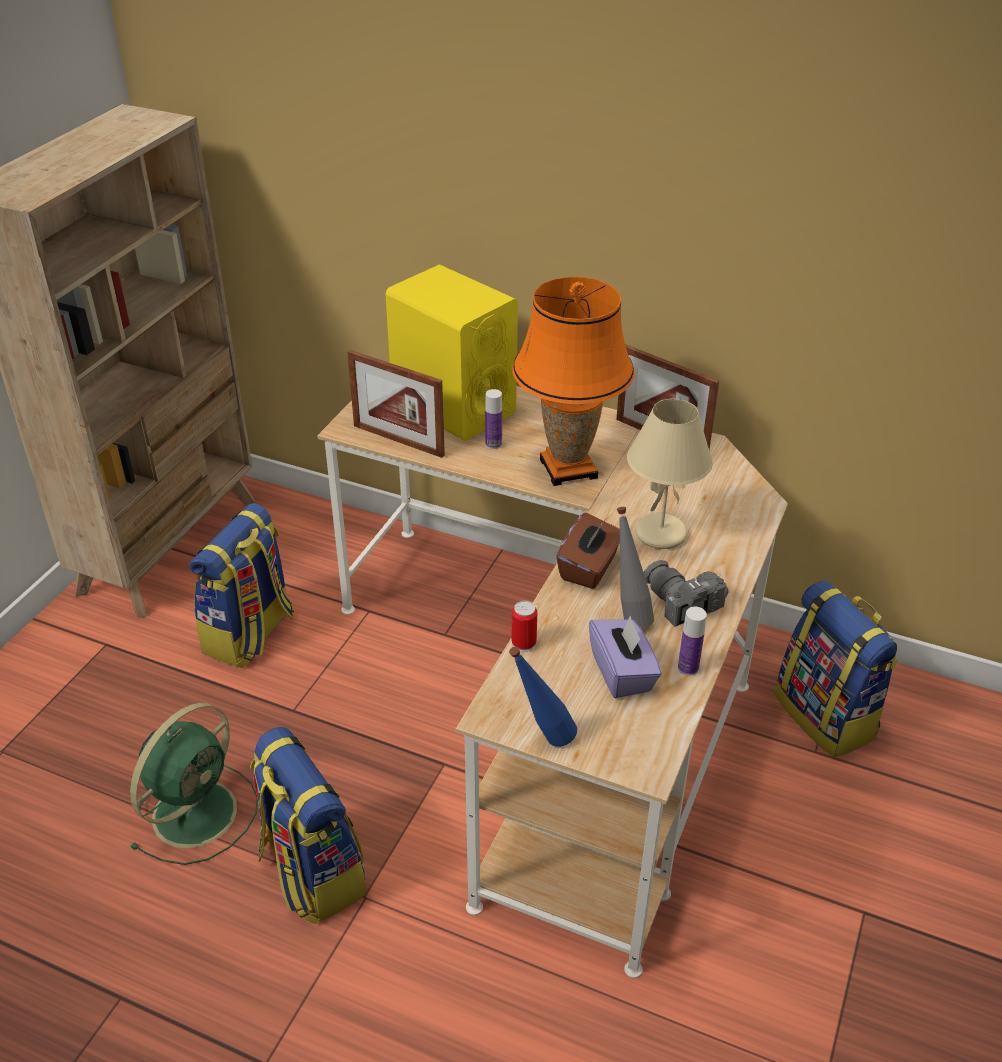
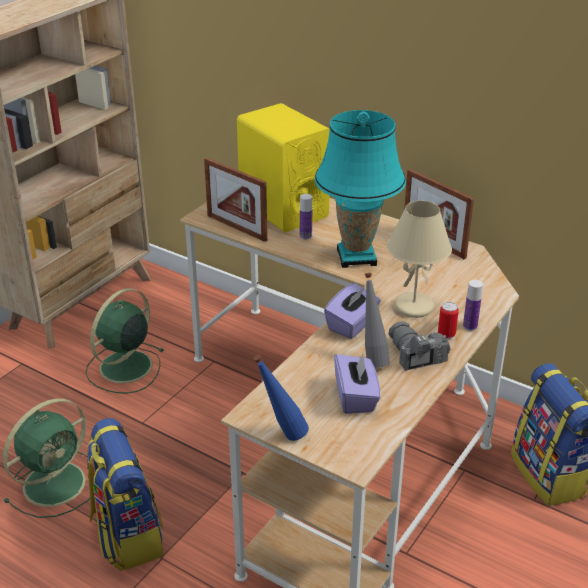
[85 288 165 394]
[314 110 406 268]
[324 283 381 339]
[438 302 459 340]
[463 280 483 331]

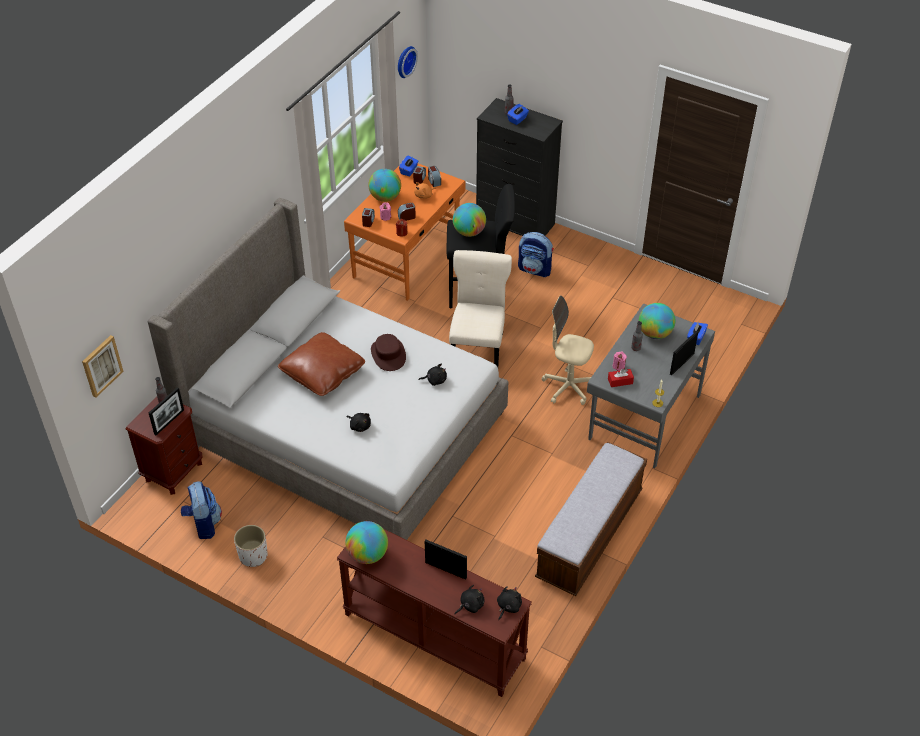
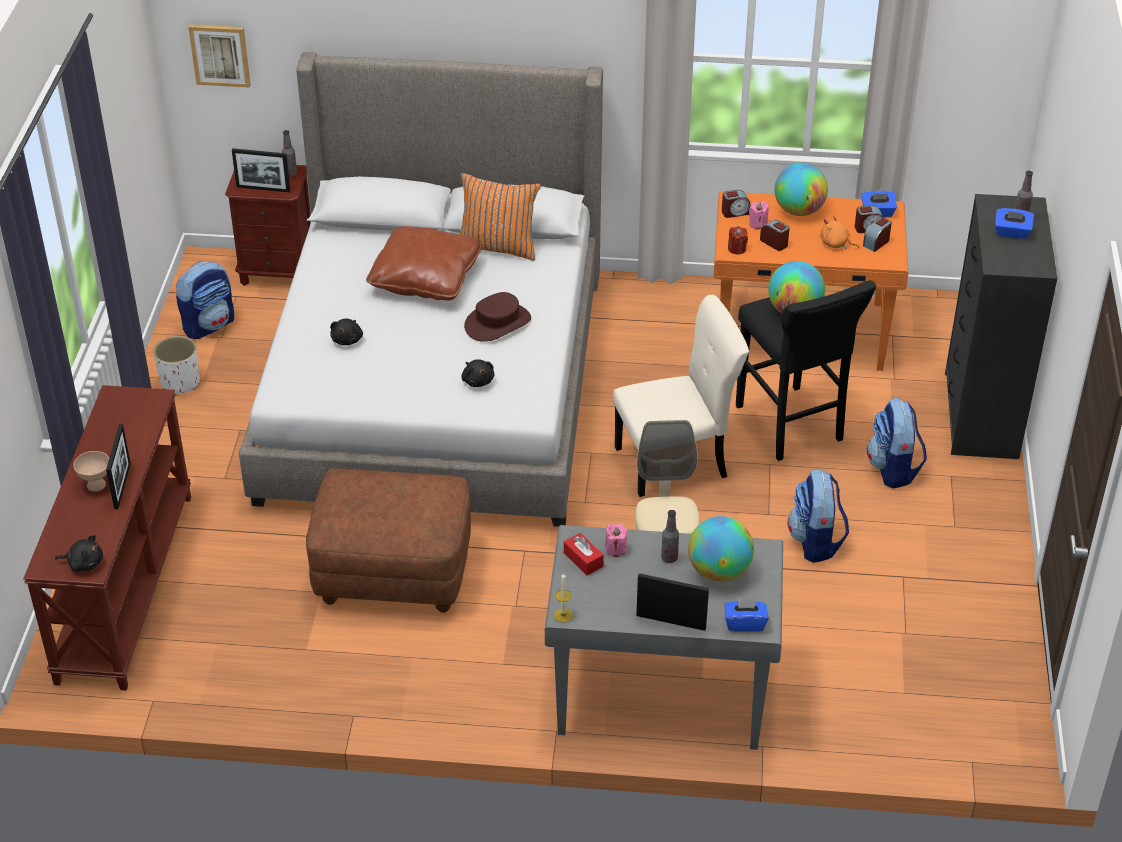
[74 451 109 492]
[306 468 471 613]
[460 173 541 261]
[788 469 849 563]
[345 521 388 564] (first image)
[398 46 418 78] (first image)
[454 585 484 614] (first image)
[535 442 647 596] (first image)

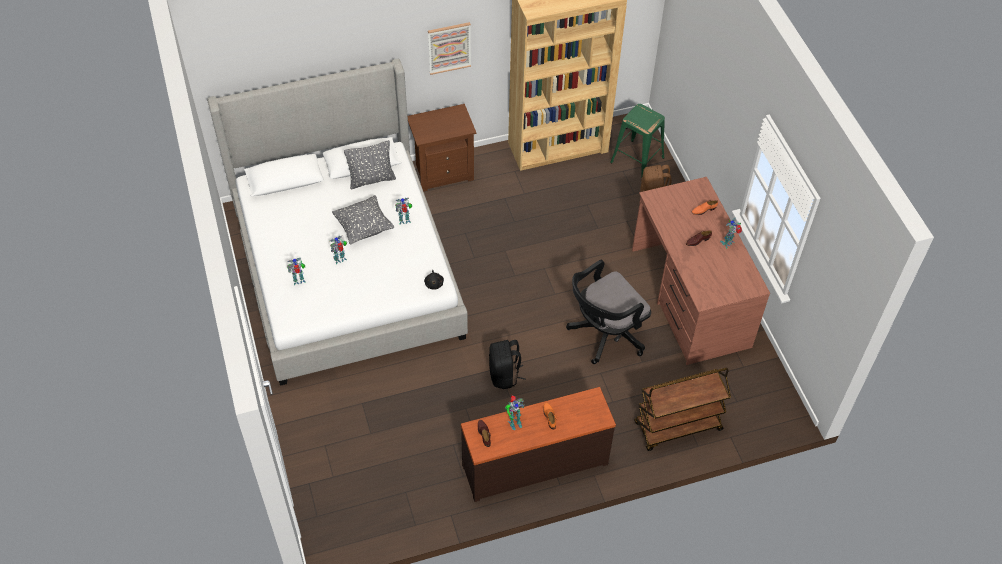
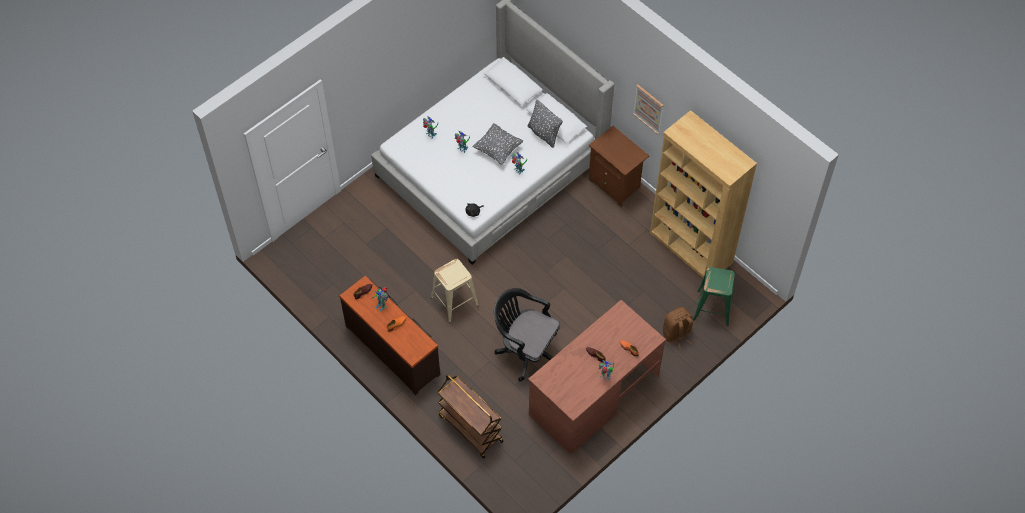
[431 259 479 323]

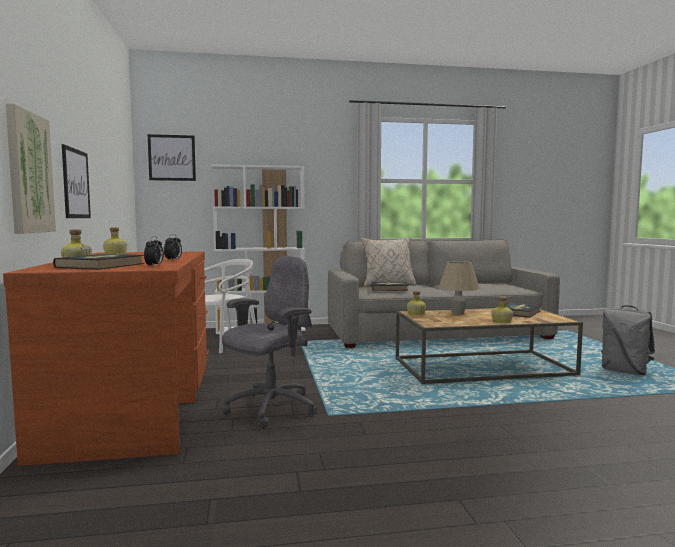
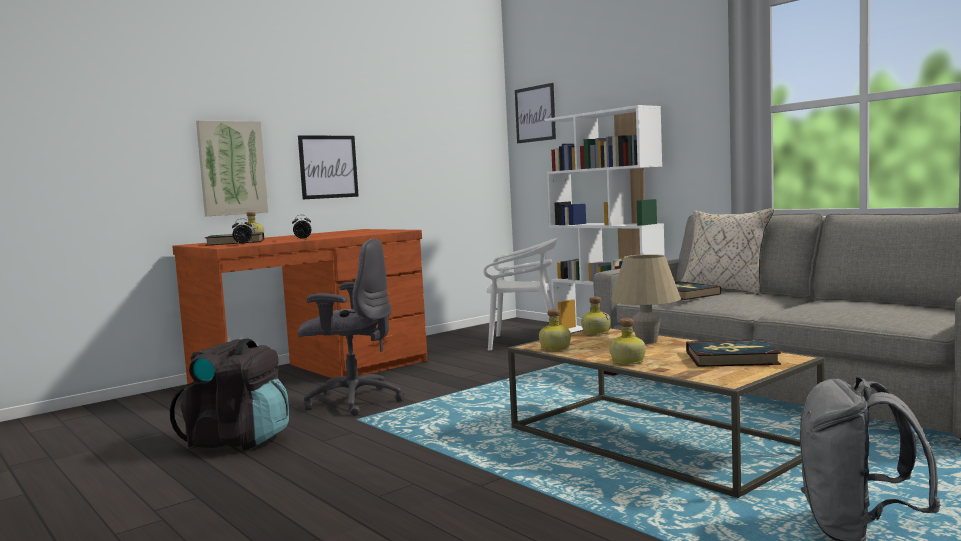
[170 339 289 450]
[539 309 571 350]

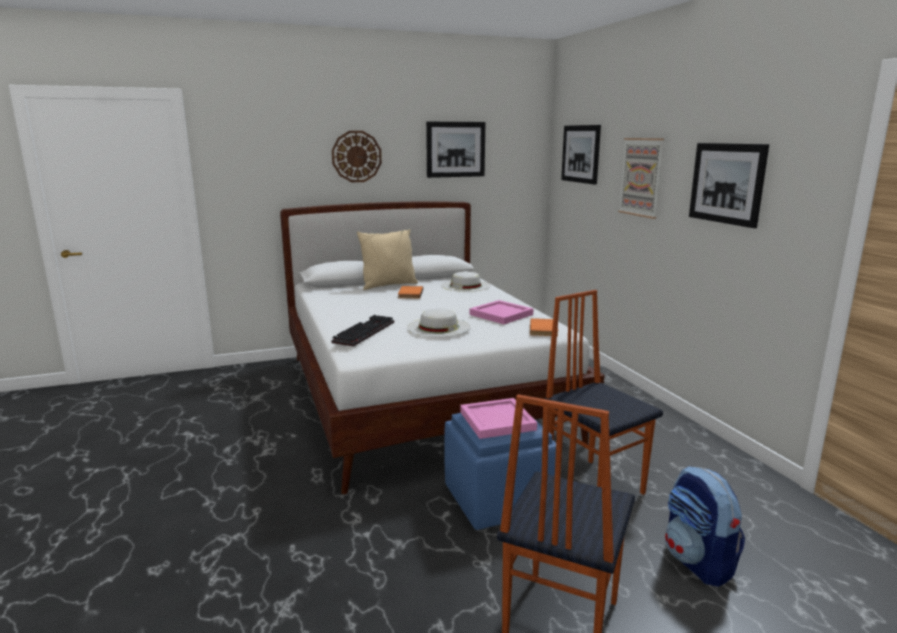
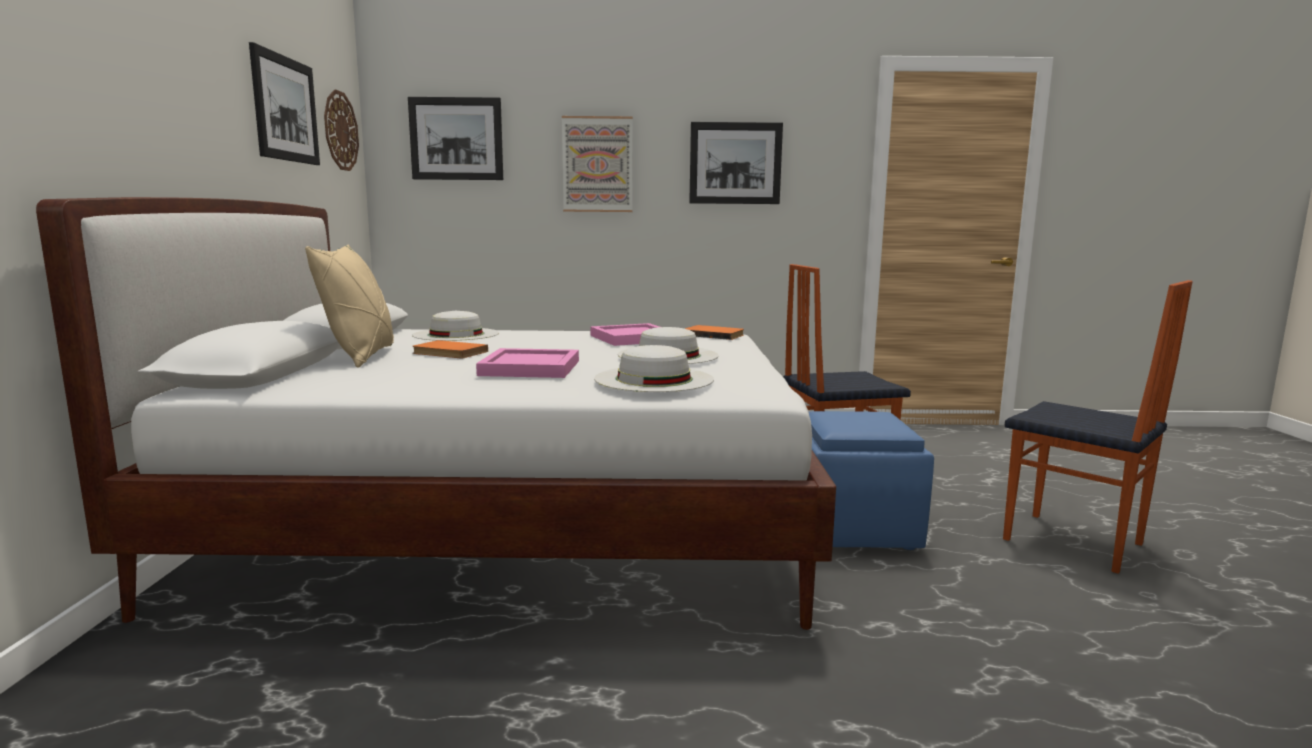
[324 89 359 171]
[476 348 579 378]
[594 345 714 392]
[665 466 745 587] (first image)

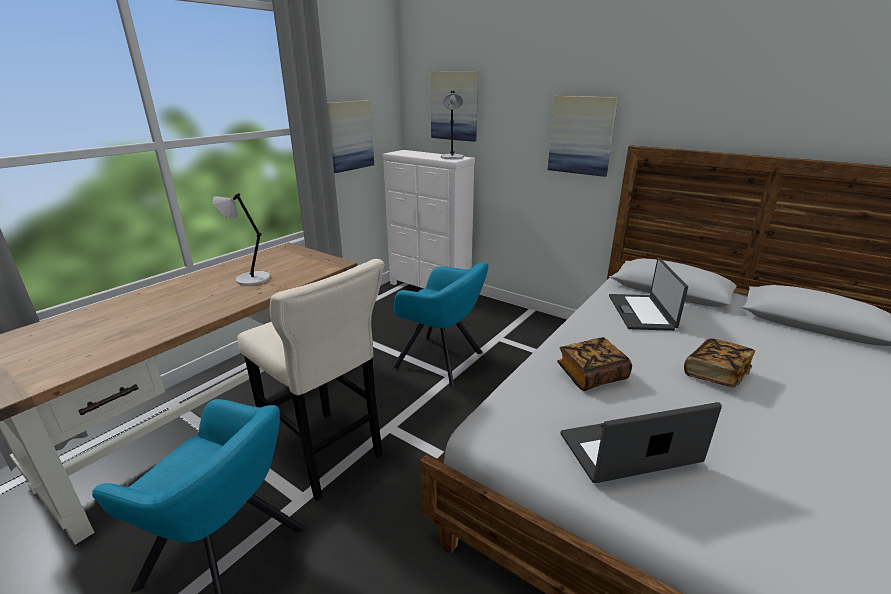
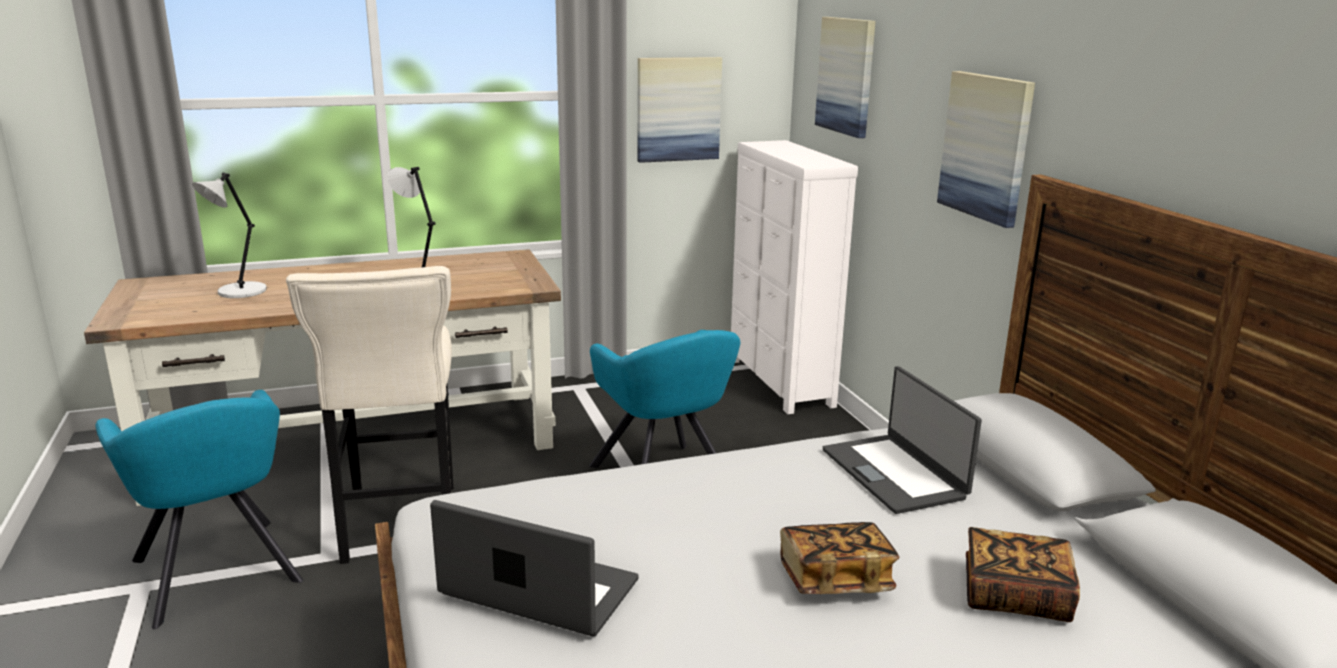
[192 173 267 298]
[823 366 982 514]
[966 527 1080 622]

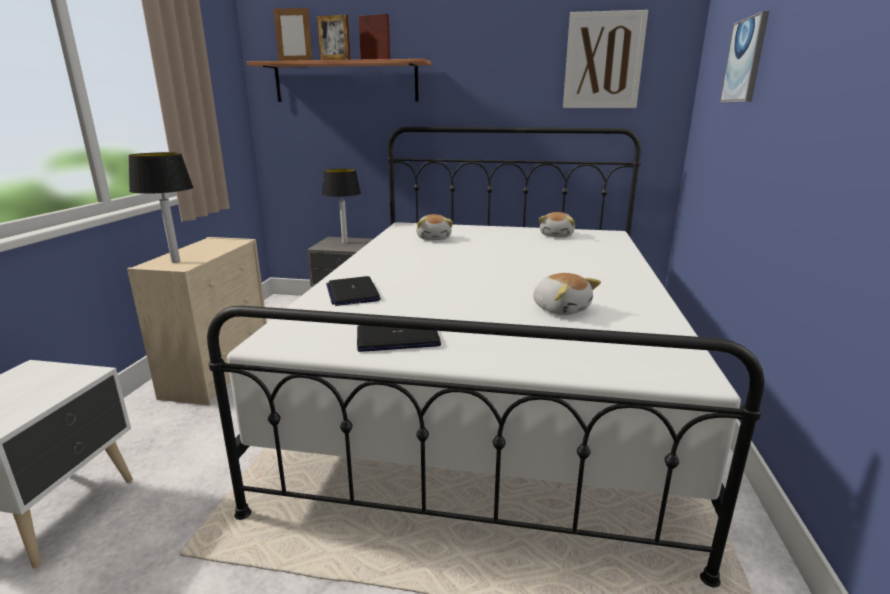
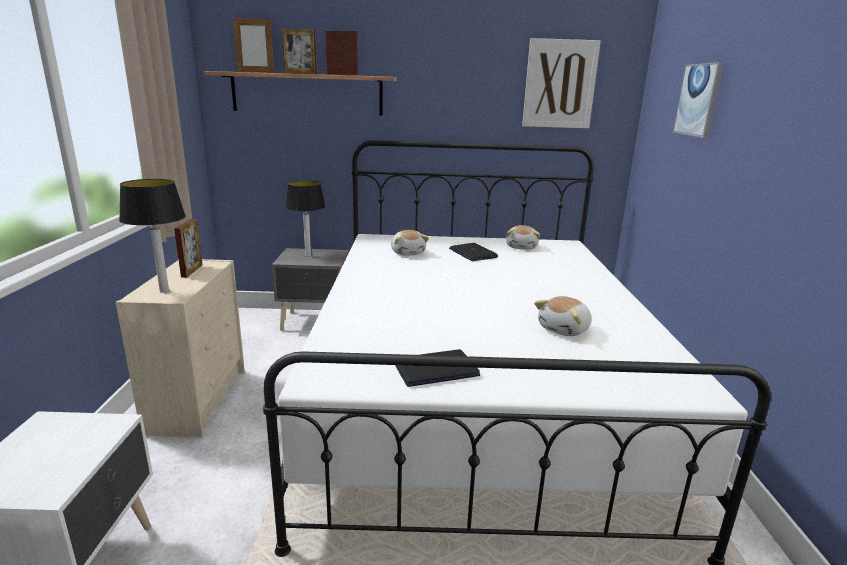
[174 219 203 278]
[449 243 498 261]
[534 296 591 336]

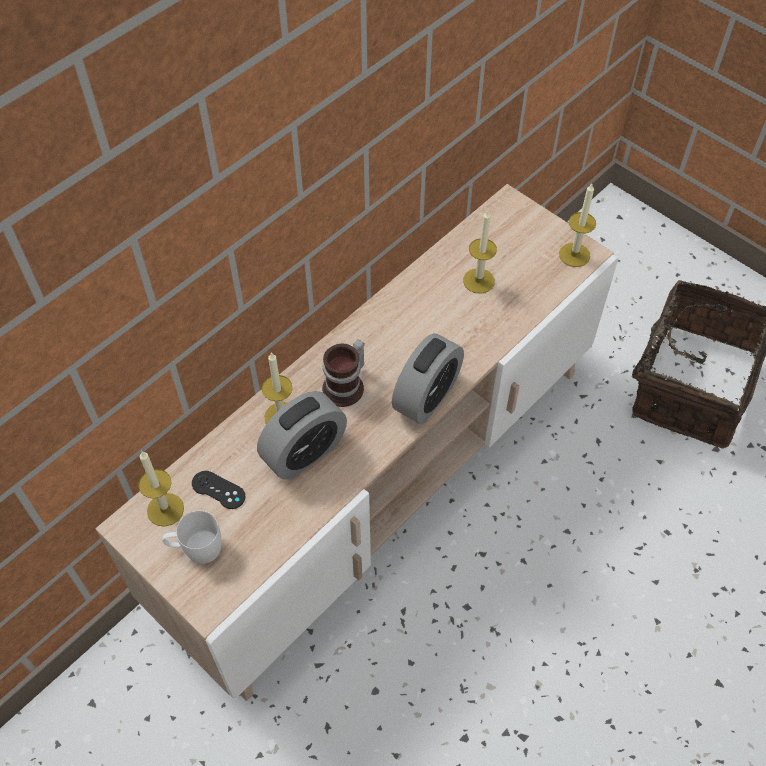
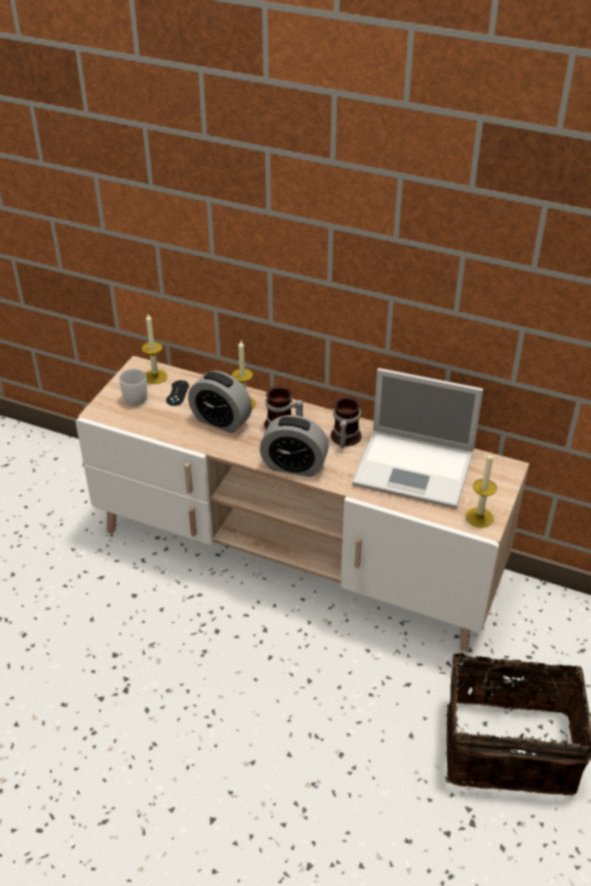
[331 397 362 448]
[352 368 483 508]

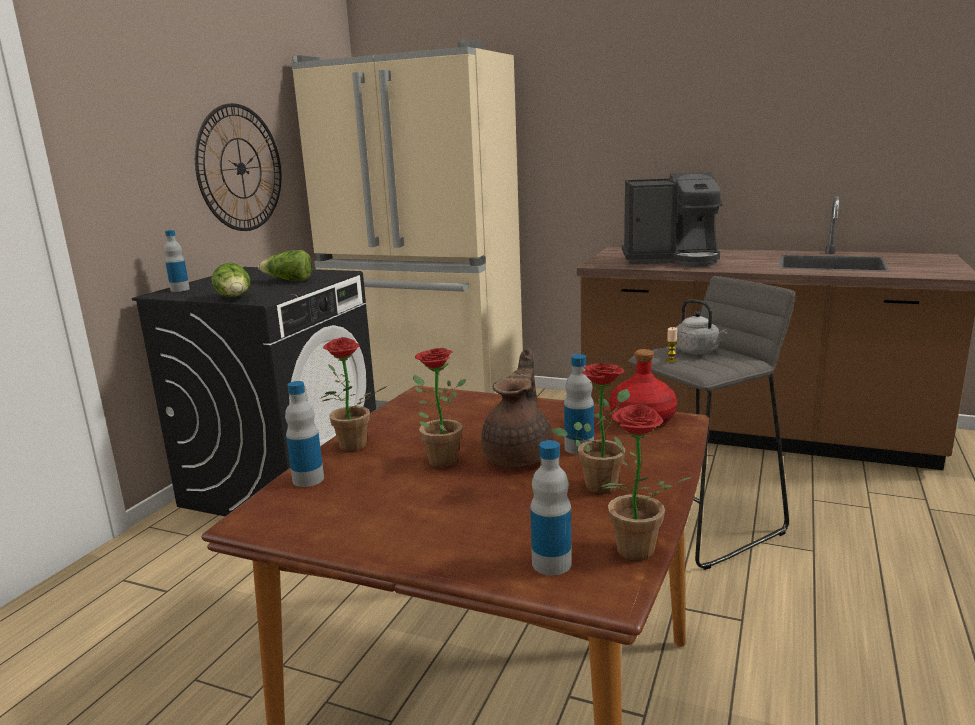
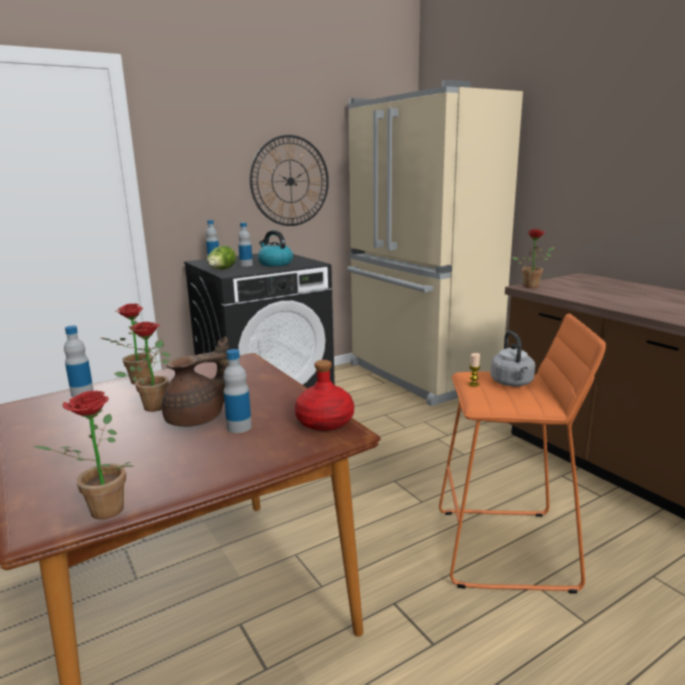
[238 223 253 267]
[258 230 293 266]
[439 314 606 594]
[512 229 555 288]
[622 172 723 267] (first image)

